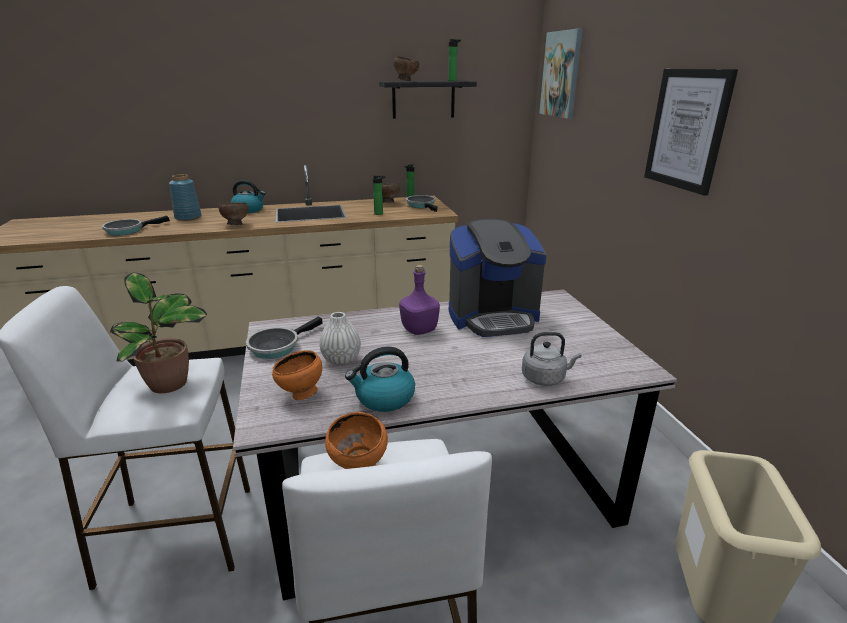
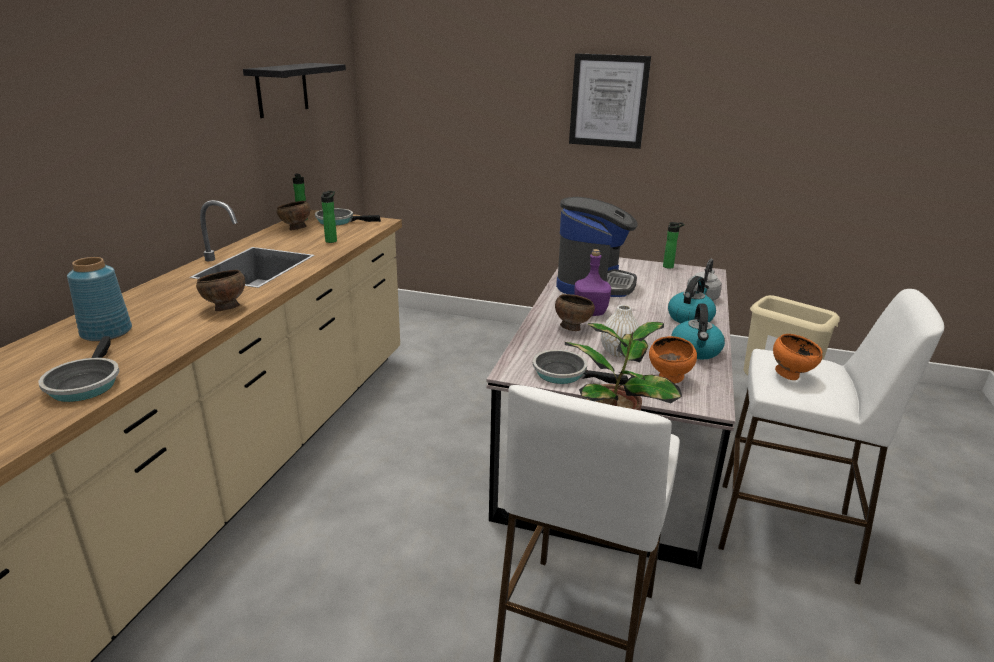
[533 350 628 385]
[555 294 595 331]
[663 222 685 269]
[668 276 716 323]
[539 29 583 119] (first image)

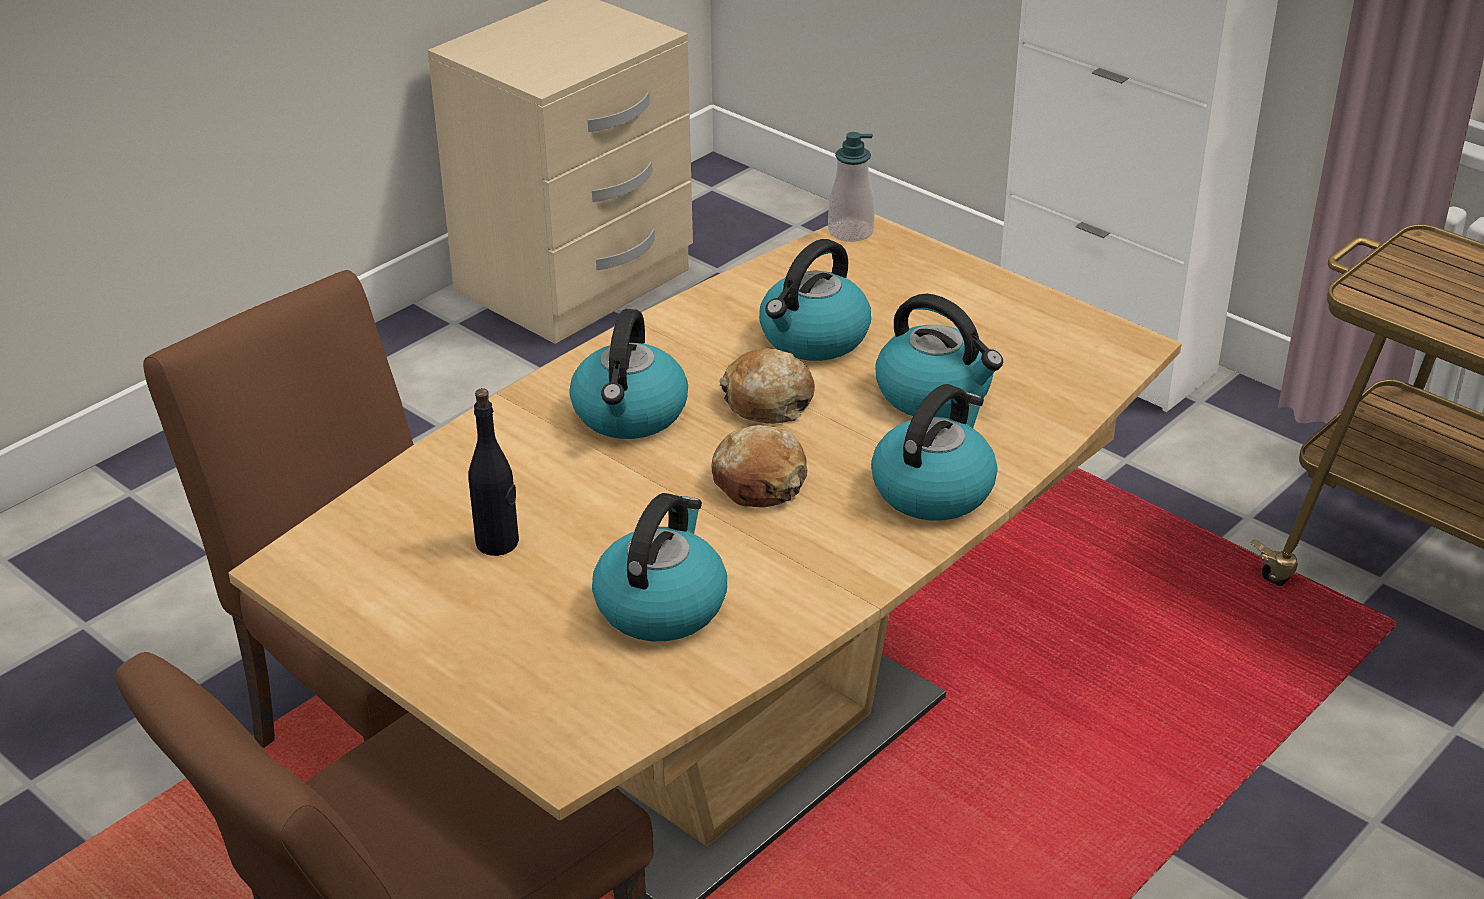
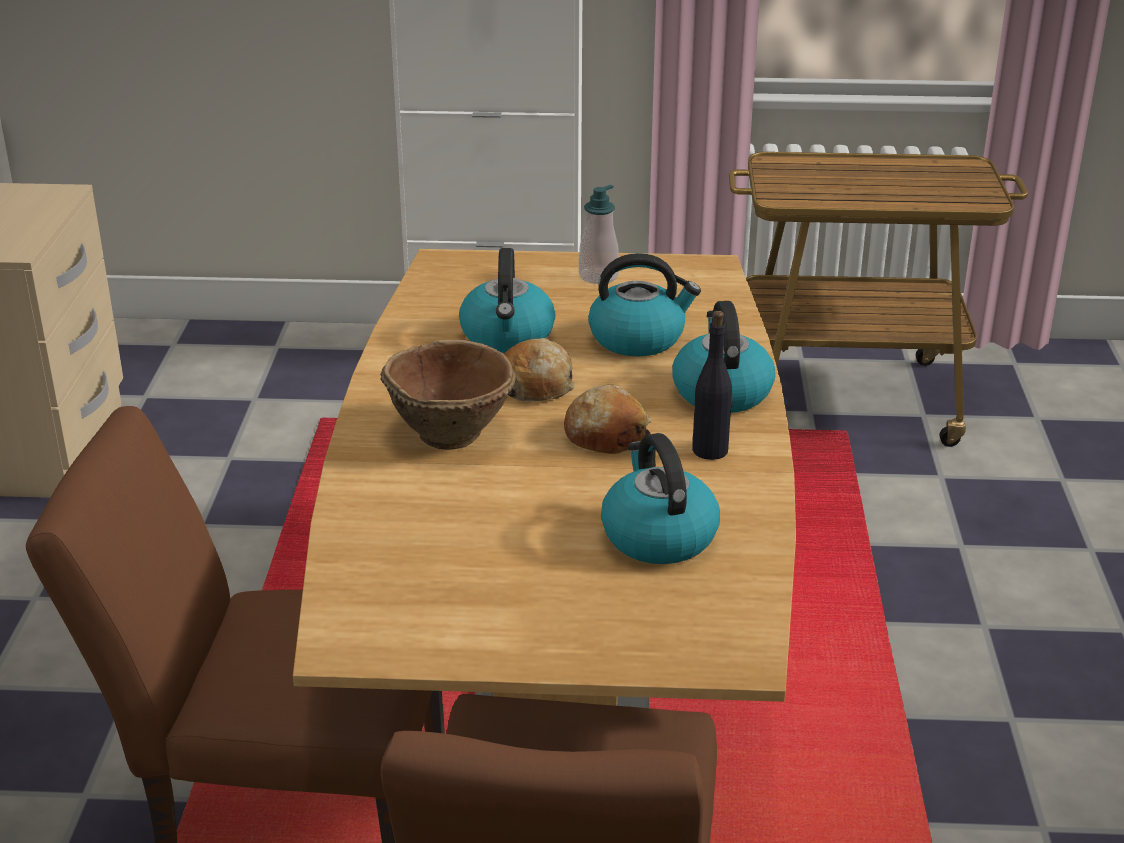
[380 339 516 450]
[579 185 619 284]
[692 311 733 460]

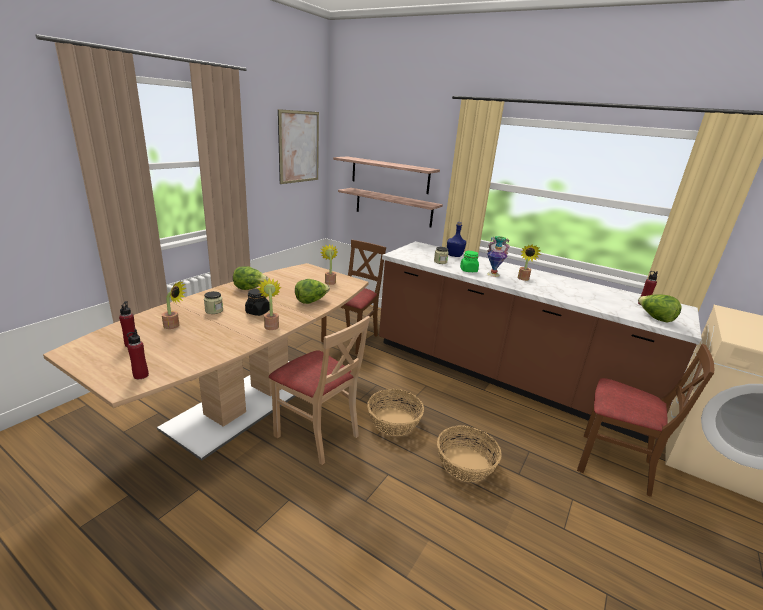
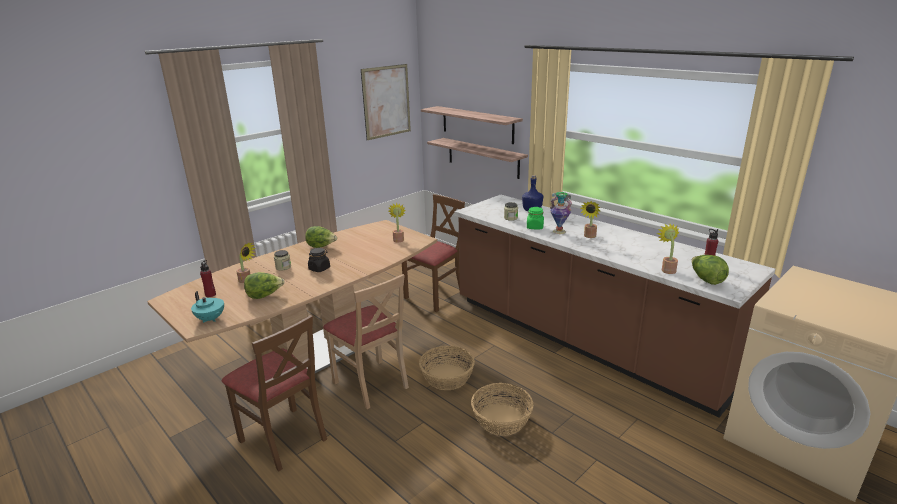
[191 291 224 323]
[222 315 327 472]
[244 272 285 299]
[657 224 679 274]

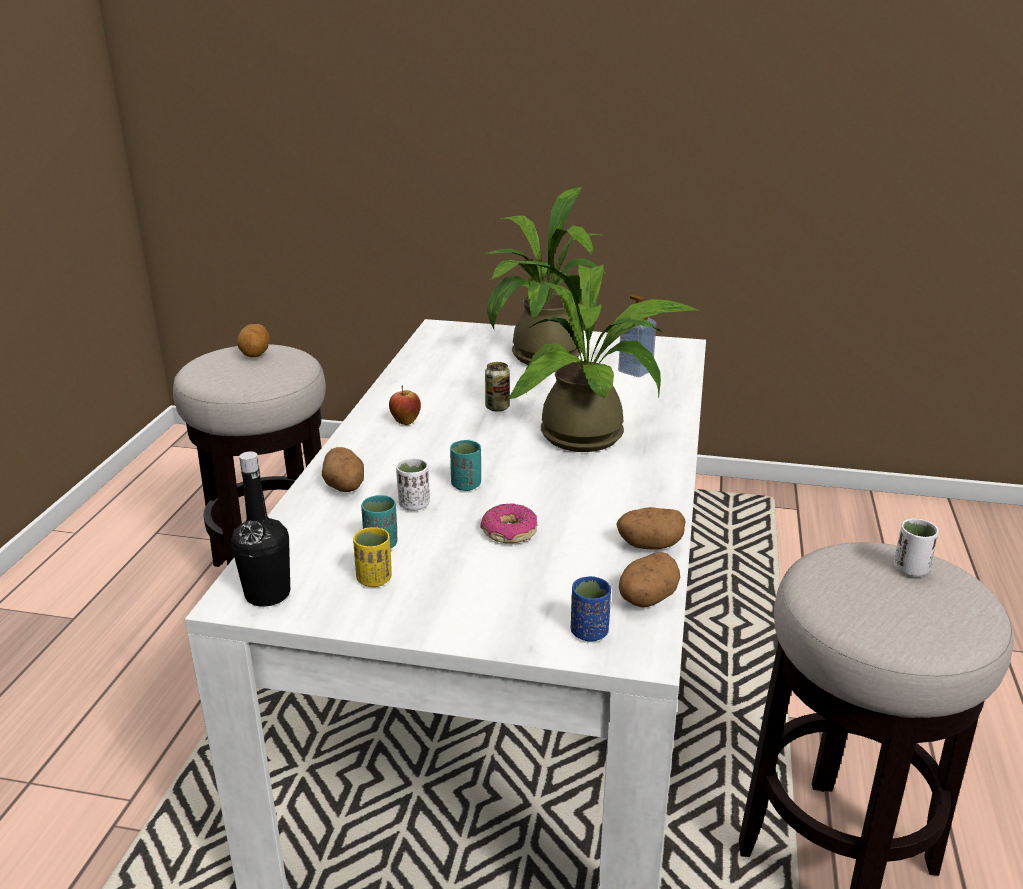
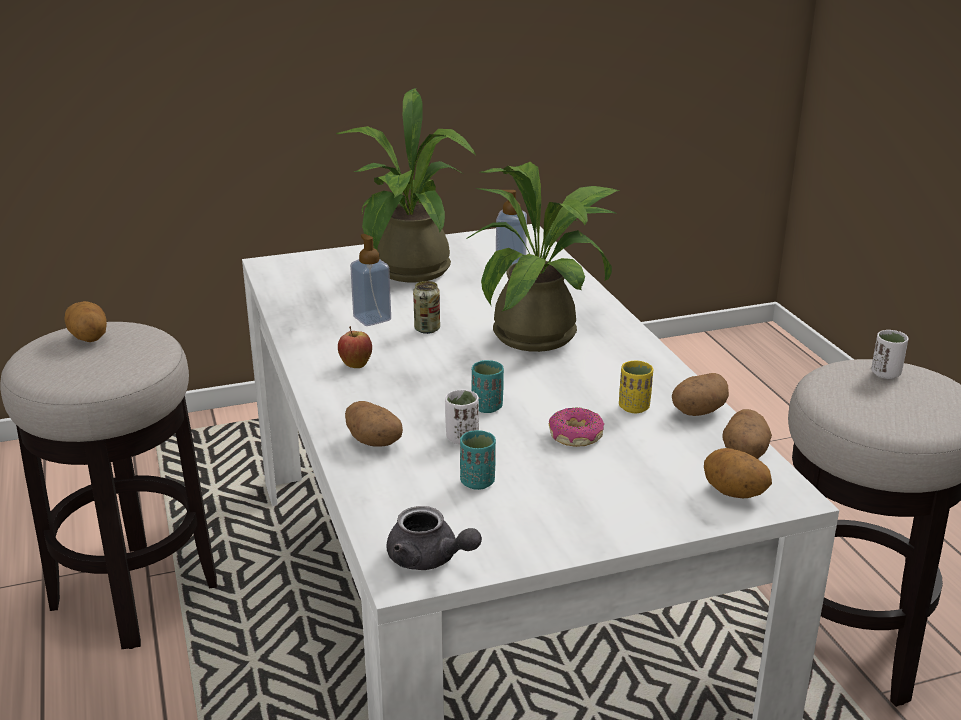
[350 234 391 326]
[387 506 482 570]
[619 360 653 413]
[704 448 772 498]

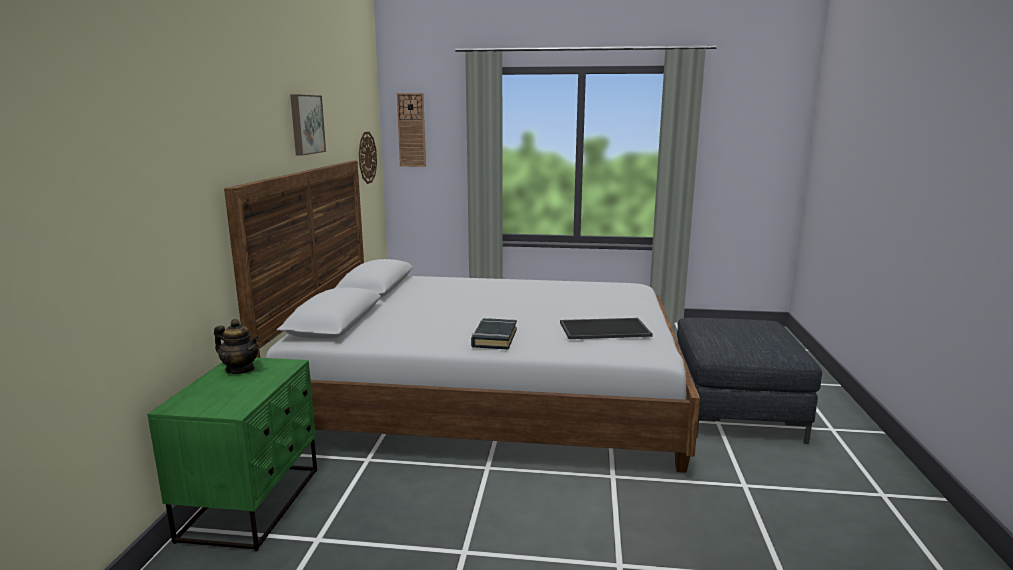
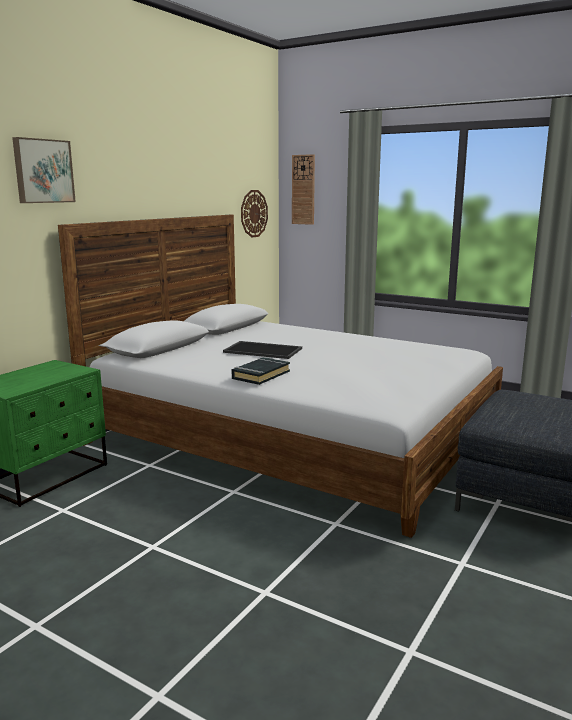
[12 137 76 203]
[223 341 302 359]
[214 319 260 374] (first image)

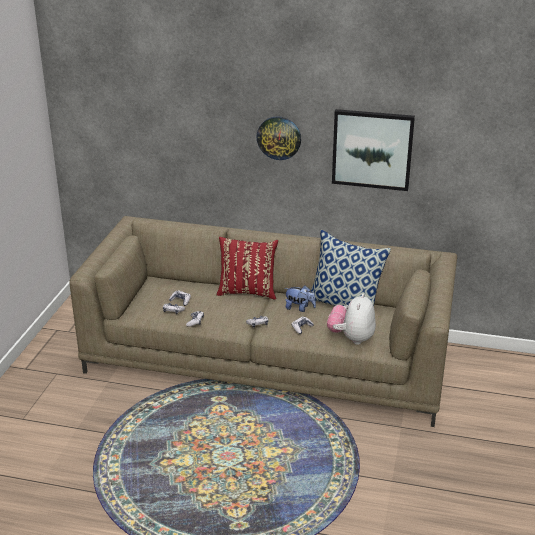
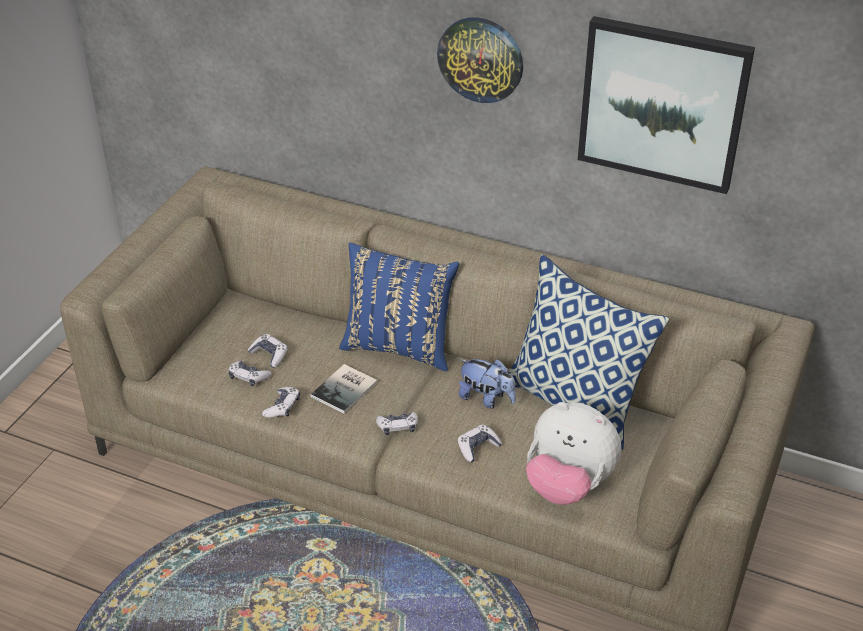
[310 364 377 414]
[339 243 459 372]
[526 402 621 505]

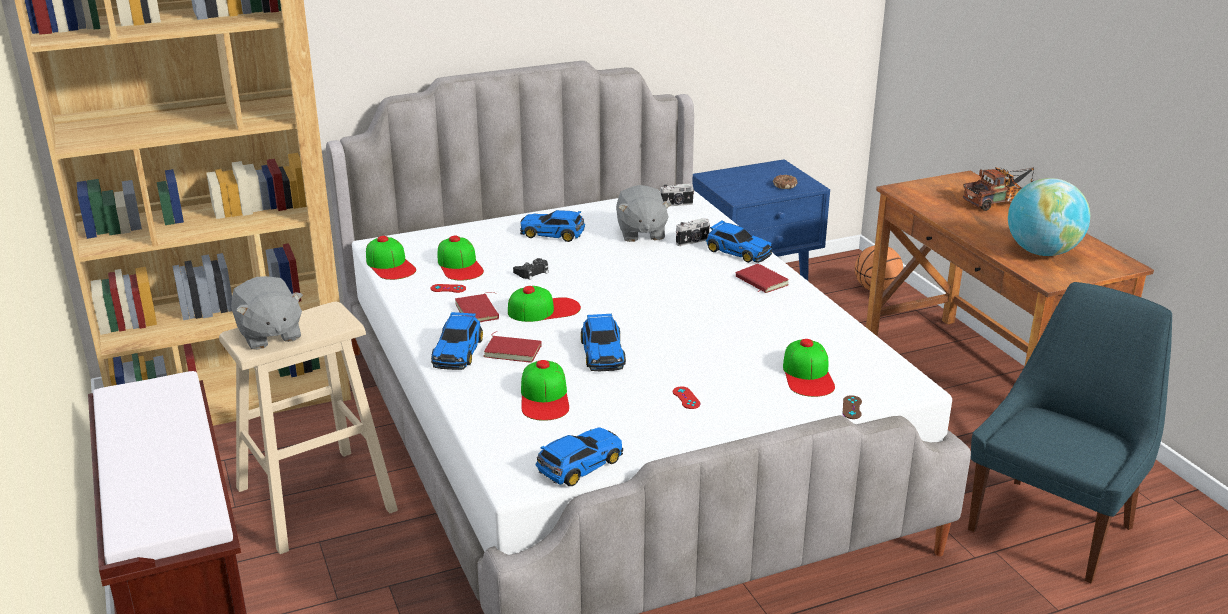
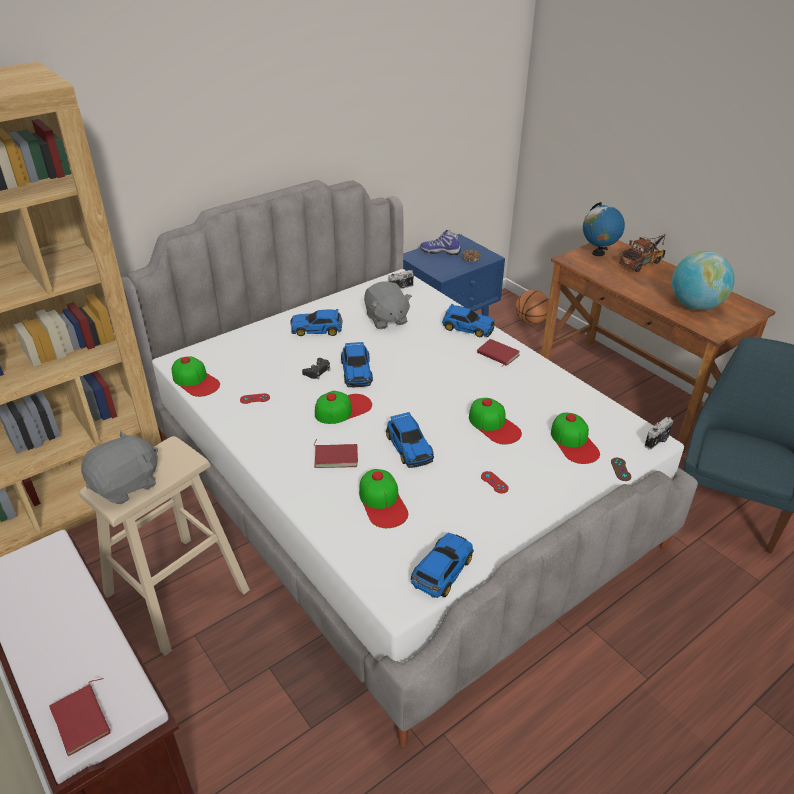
[49 678 111 756]
[81 430 158 504]
[341 342 373 387]
[420 230 461 255]
[469 398 522 445]
[583 202 625 256]
[644 417 673 450]

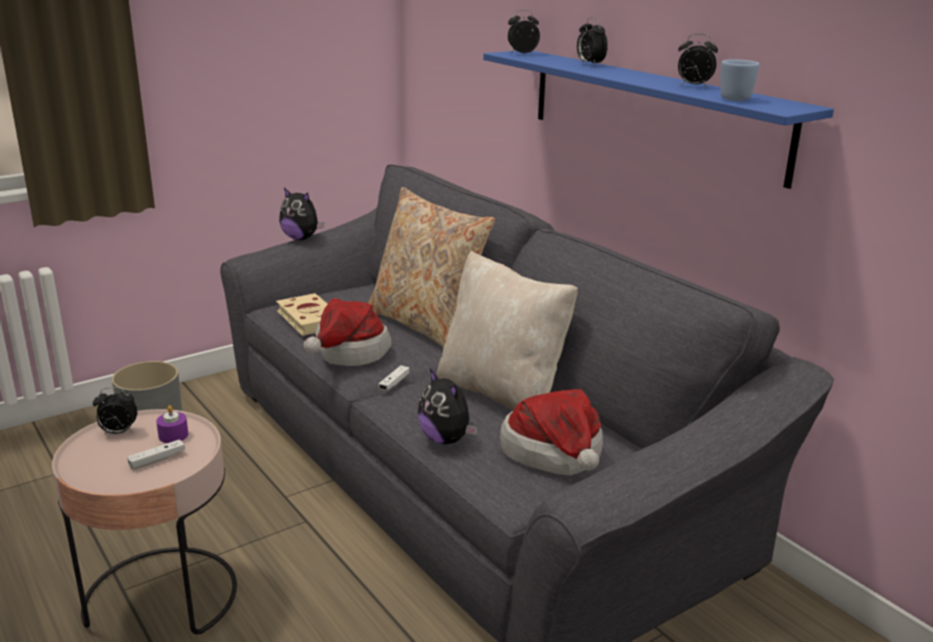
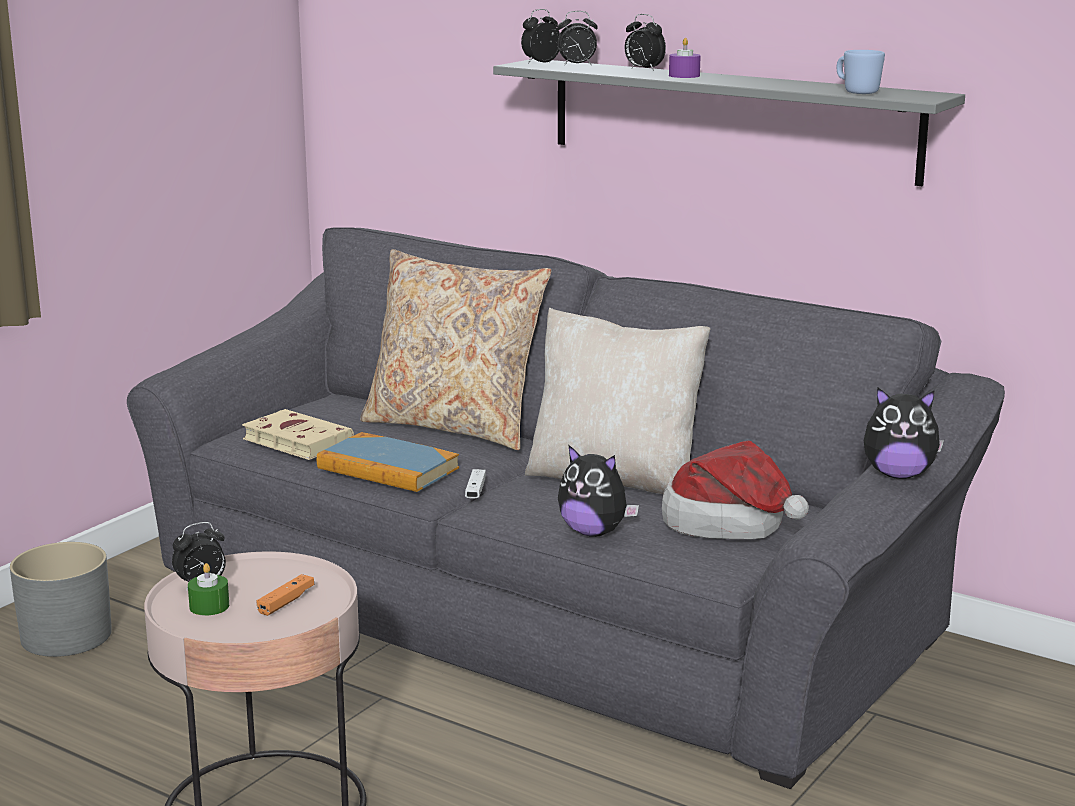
[188 563 229 616]
[257 574 314 616]
[317 432 459 492]
[493 59 965 186]
[557 11 598 66]
[669 38 701 78]
[863 387 944 479]

